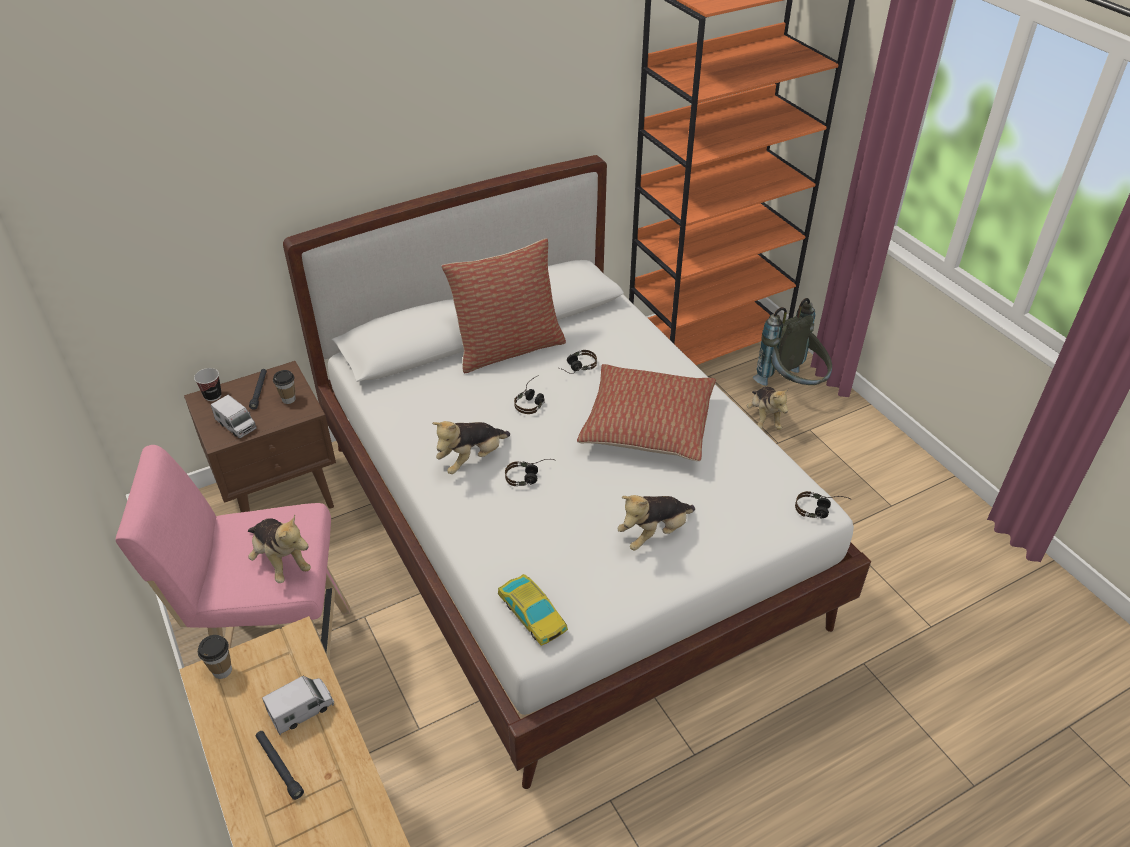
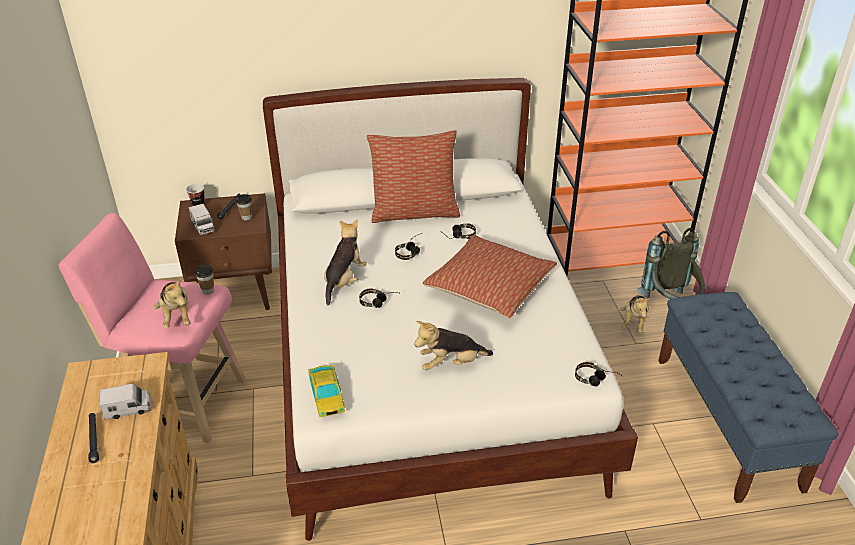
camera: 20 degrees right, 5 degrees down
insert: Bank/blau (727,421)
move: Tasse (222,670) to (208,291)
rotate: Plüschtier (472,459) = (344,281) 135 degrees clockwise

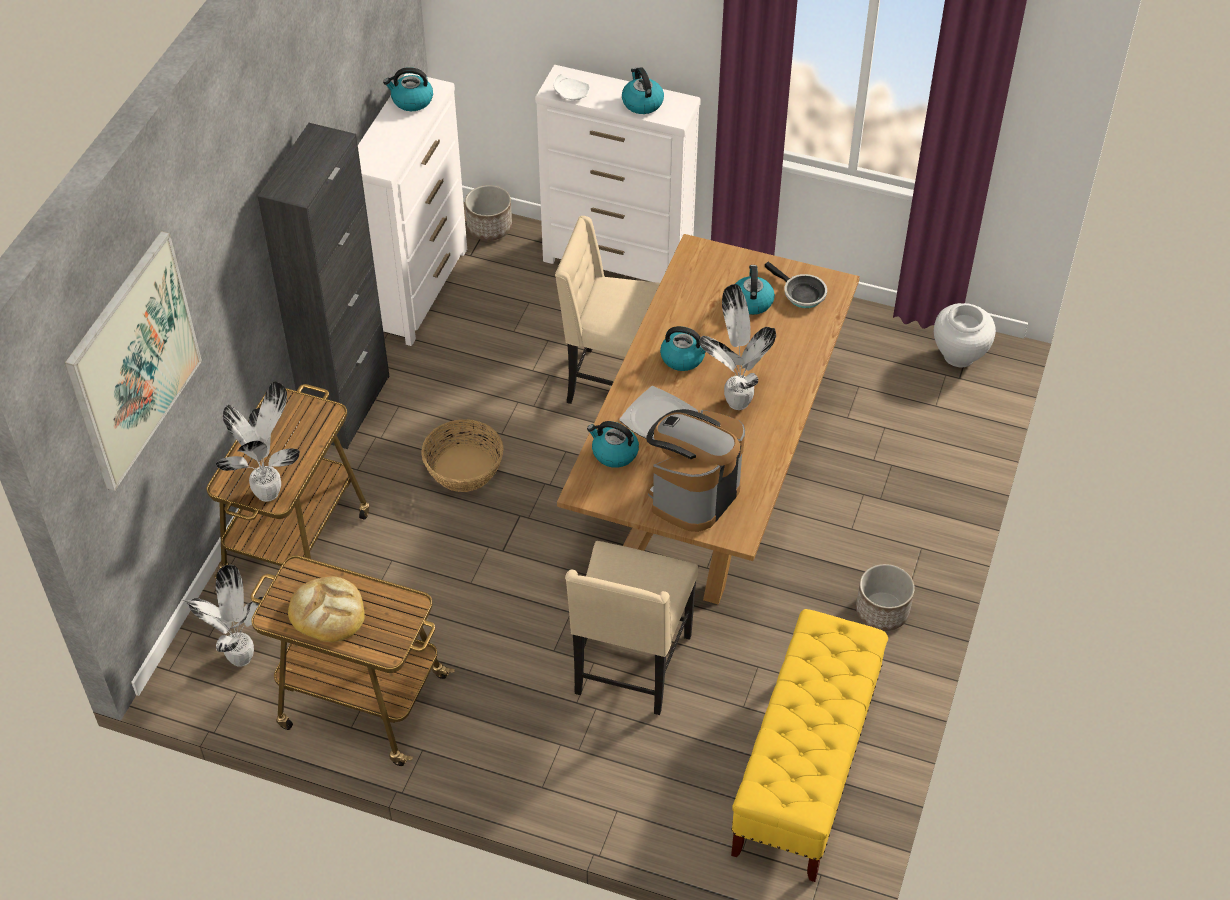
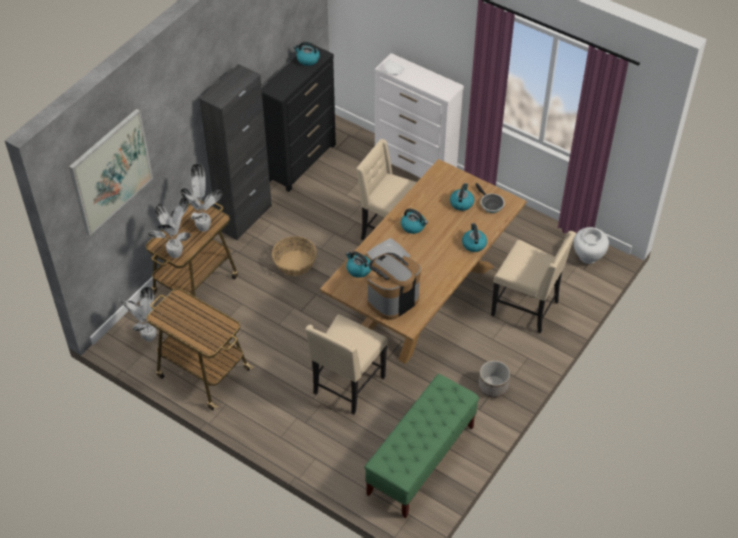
camera: 15 degrees right, 0 degrees up
delete: Brot (327,612); Pflanzkübel (489,228)
insert: Stuhl/beige (527,308)
move: Wasserkessel (642,103) to (473,244); Topfpflanze (737,400) to (203,226)
recolor: Kommode/weiß (418,289) to Kommode/schwarz (302,162); Bank/gelb (804,771) to Bank/grün (420,461)

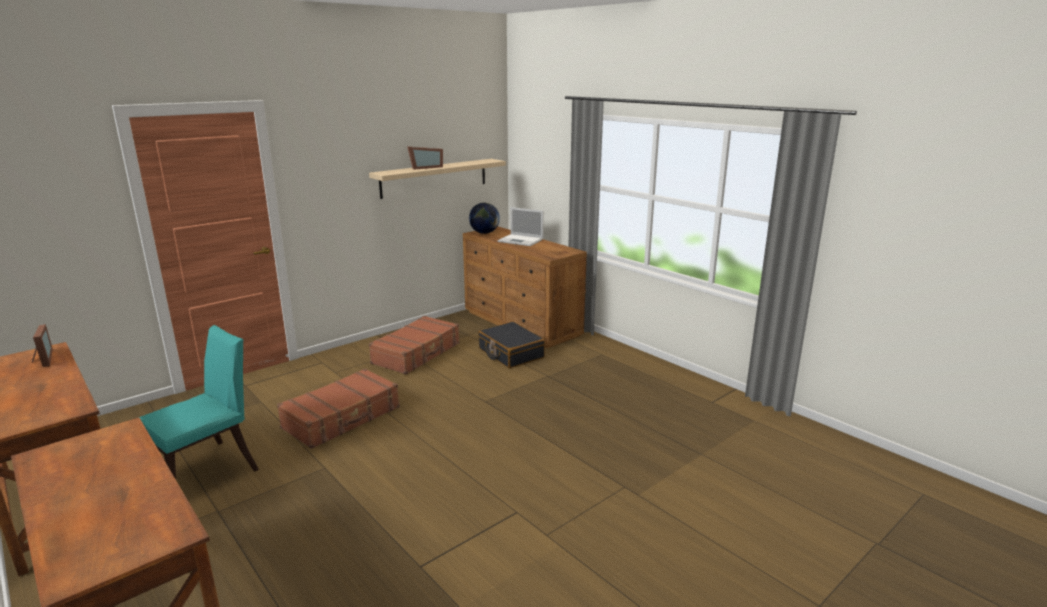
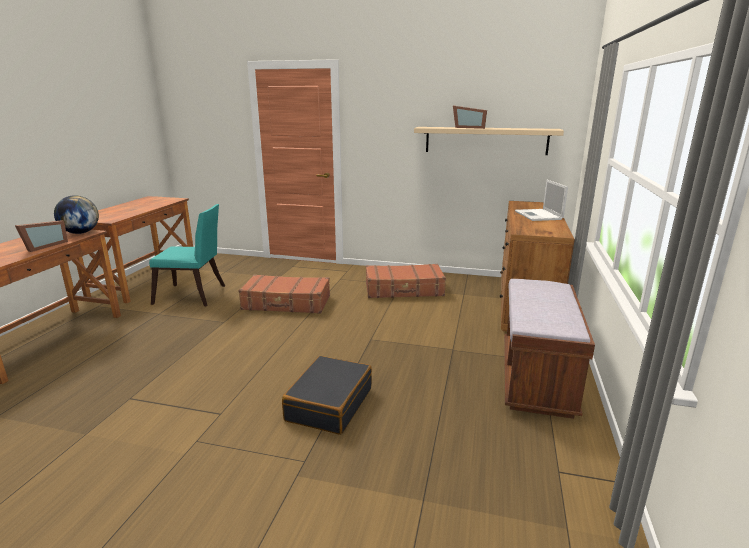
camera: 55 degrees right, 0 degrees up
insert: Bank/braun (536,378)
move: Bilderrahmen (41,359) to (43,246); Globus (484,233) to (80,233); Koffer/schwarz (510,353) to (329,404)

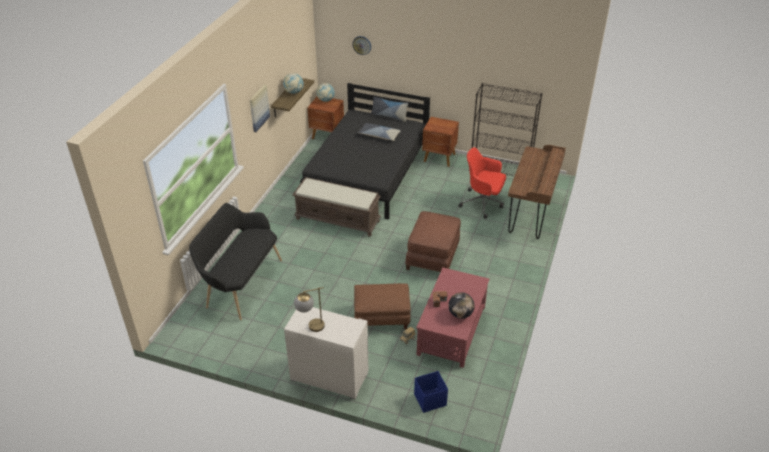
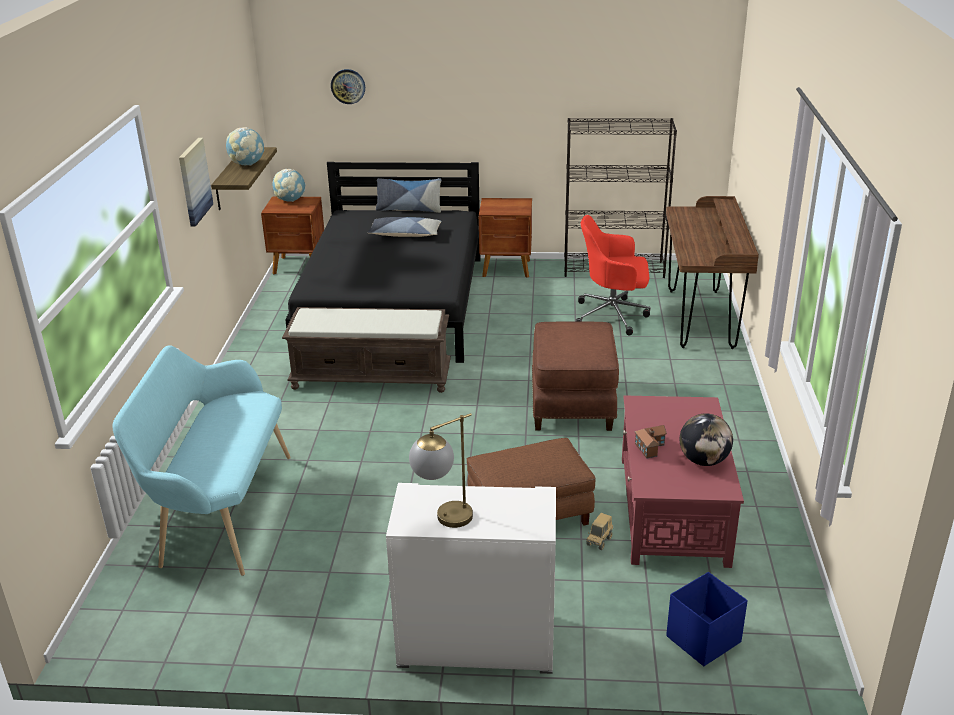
camera: 15 degrees left, 10 degrees down
recolor: Bank/schwarz (240,283) to Bank/türkis (219,511)

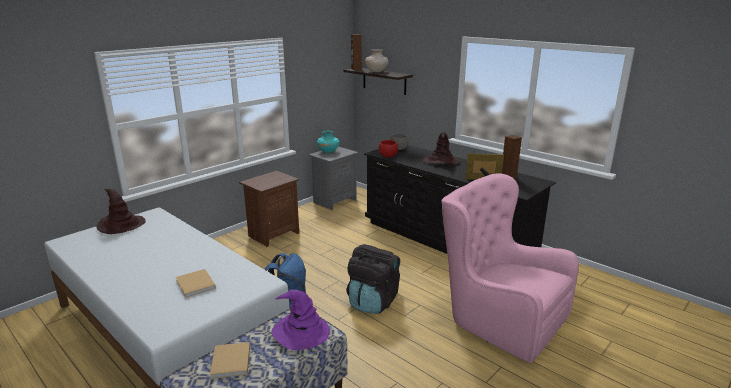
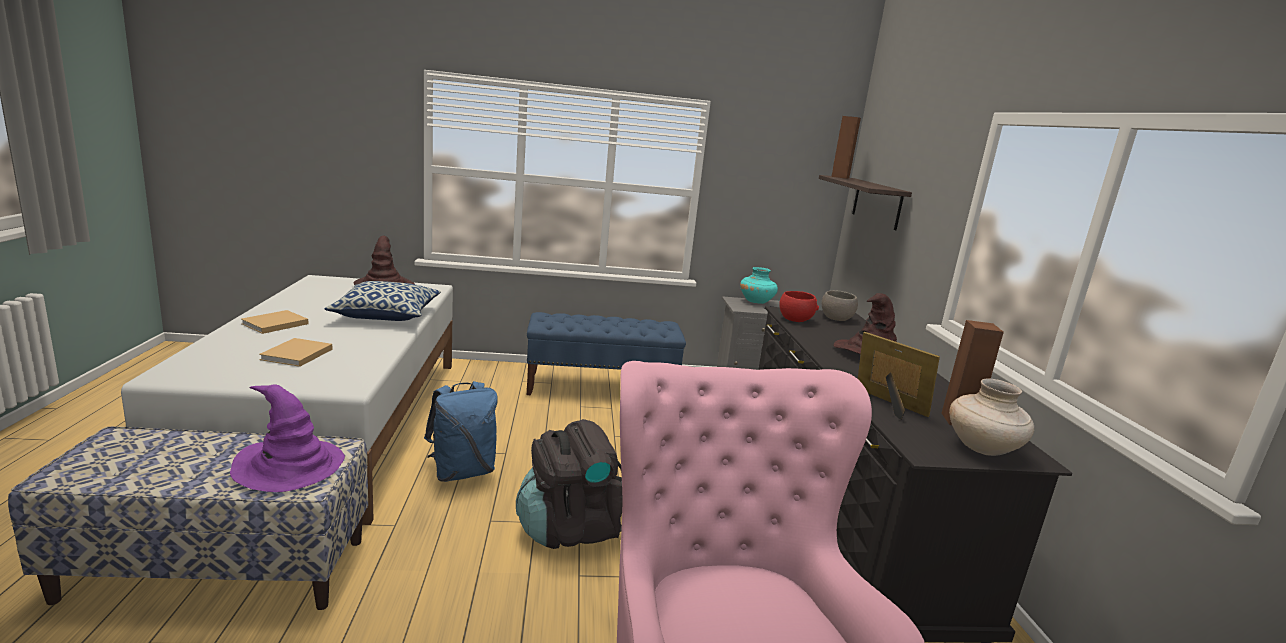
camera: 40 degrees right, 5 degrees down
insert: Kissen (387,315)
move: Buch/beige (230,362) to (273,324); Vase/beige (376,71) to (982,448)
replace: Nachttisch/braun (273,234) to Bank/blau (601,388)

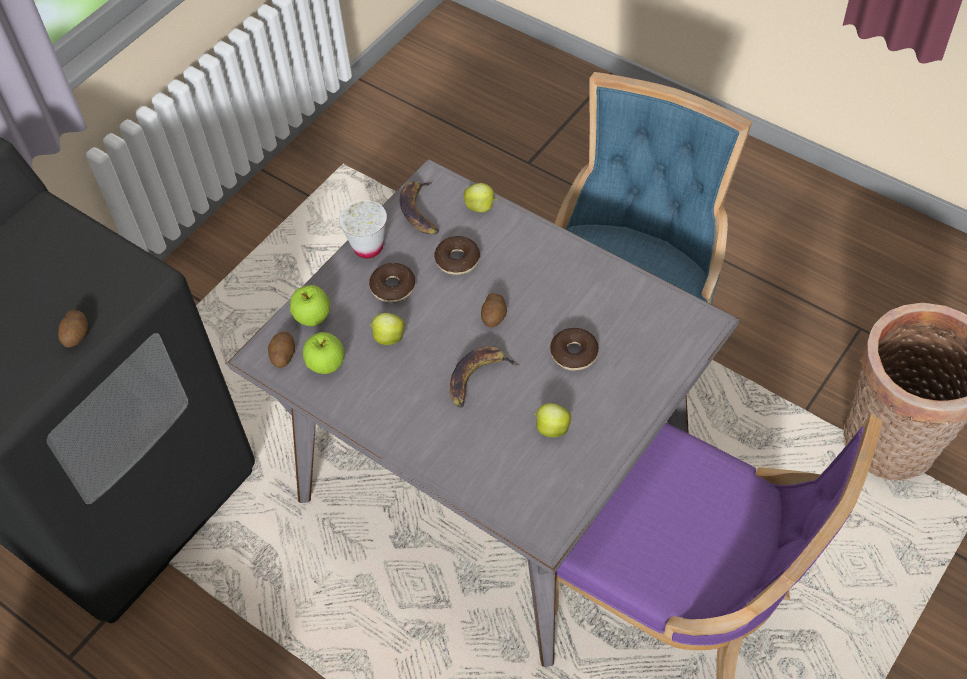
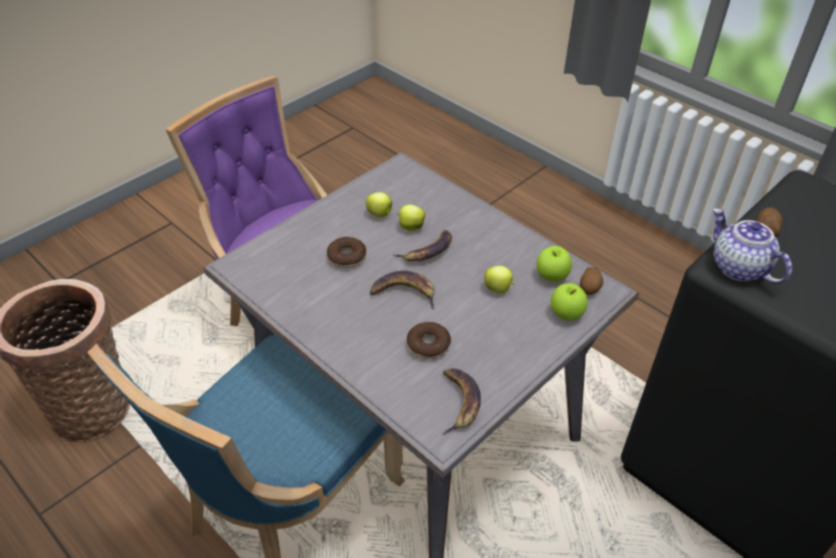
camera: 175 degrees left, 10 degrees down
delete: Tasse/weiß (368,247); Donut (393,287)
insert: Teekanne (737,267)
move: Apfel (481,207) to (410,227)
replace: Kartoffel (494,317) to Banane (404,292)

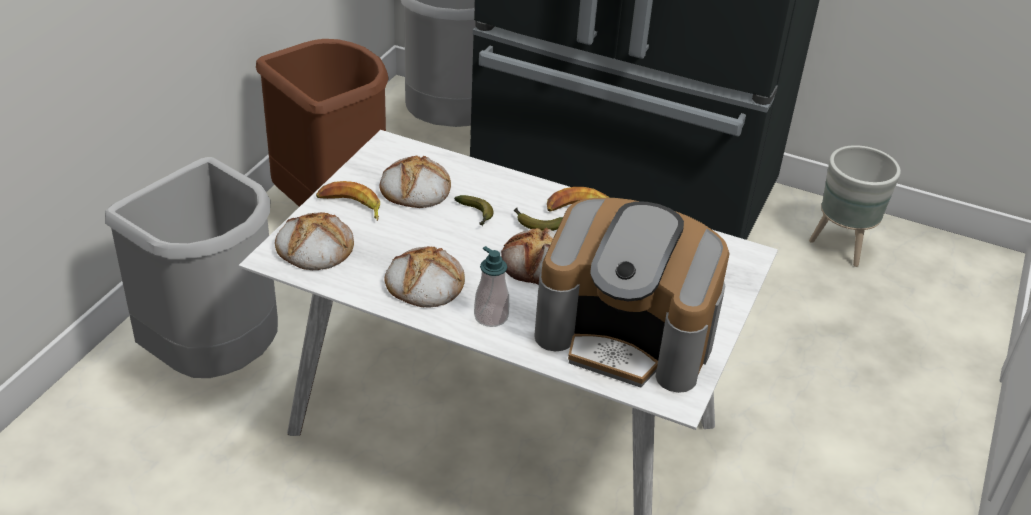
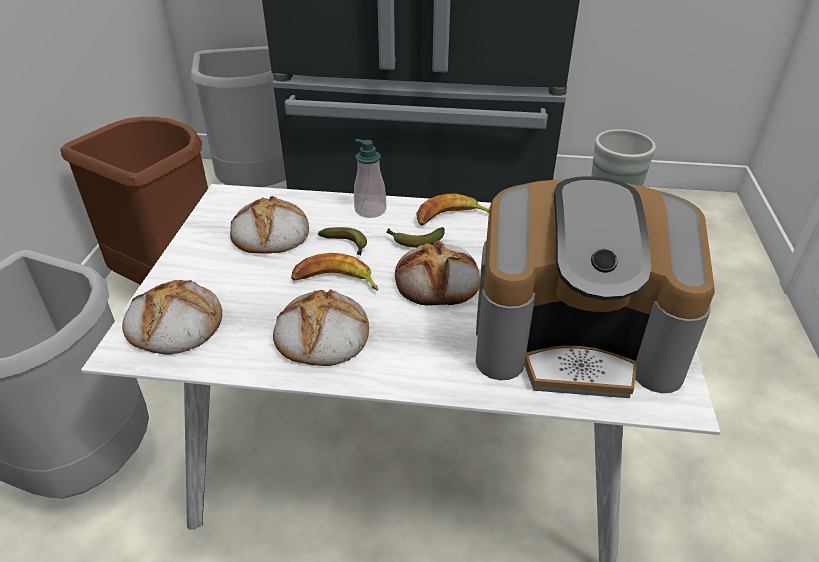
camera: 15 degrees left, 0 degrees up
move: Banane (350,206) to (335,281); Seifenspender (491,316) to (370,210)

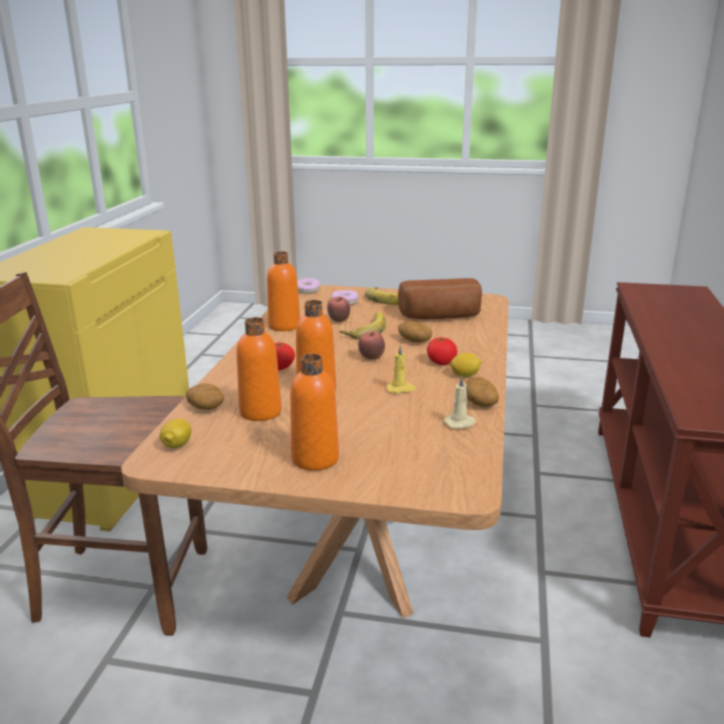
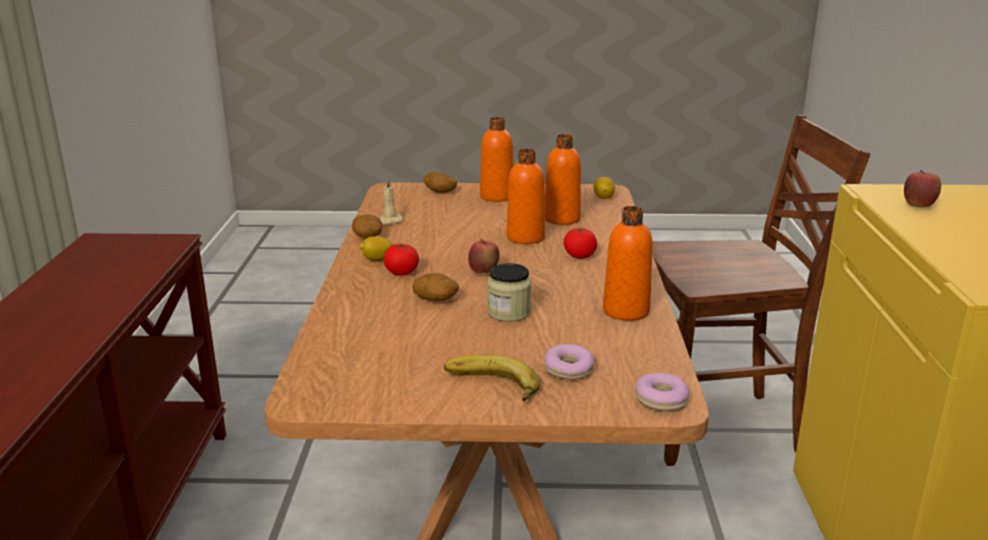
camera: 170 degrees right, 0 degrees up
delete: Kerze/gelb (401,389); Brot (441,317)
move: Kartoffel (207,407) to (439,191); Apfel (339,321) to (918,206)
replace: Banane (364,329) to Vorratsglas (509,312)

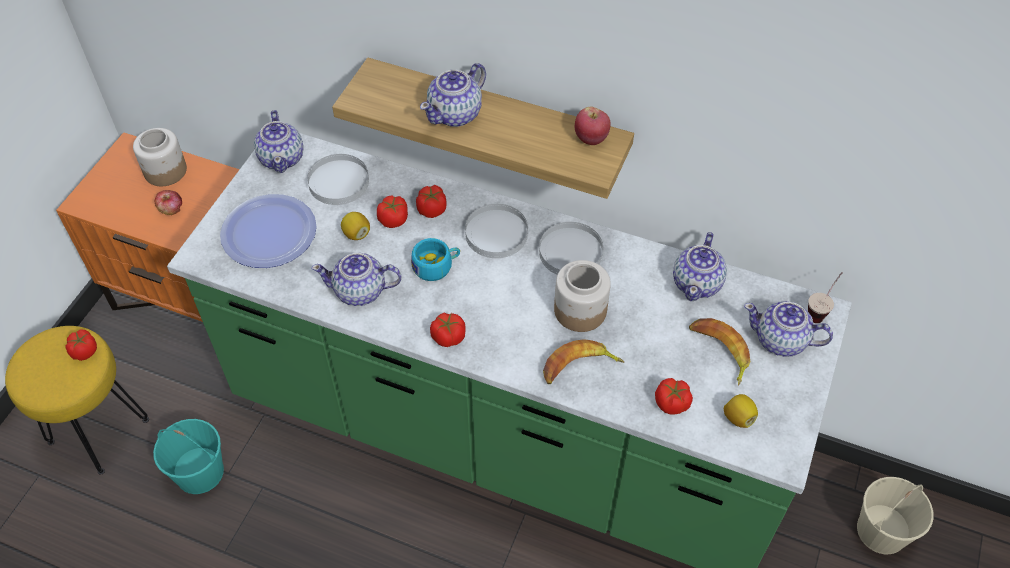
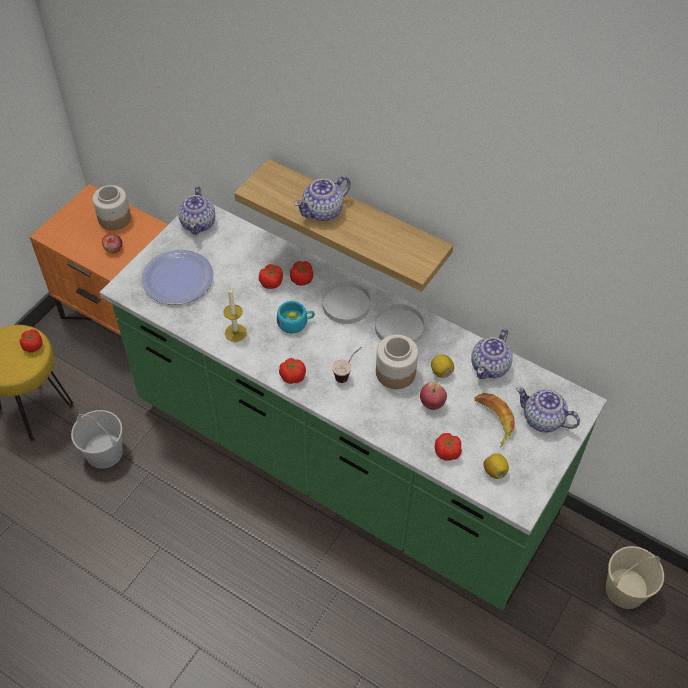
camera: 10 degrees right, 0 degrees up
delete: Teller/weiß (338,182); Banane (579,367)
move: Zitrone (356,234) to (441,372); Apfel (591,139) to (432,404); Tasse (820,310) to (347,374)
replace: Teekanne (360,291) to Kerze (235,333)
recolor: Eimer/türkis (200,472) to Eimer/weiß (105,452)

